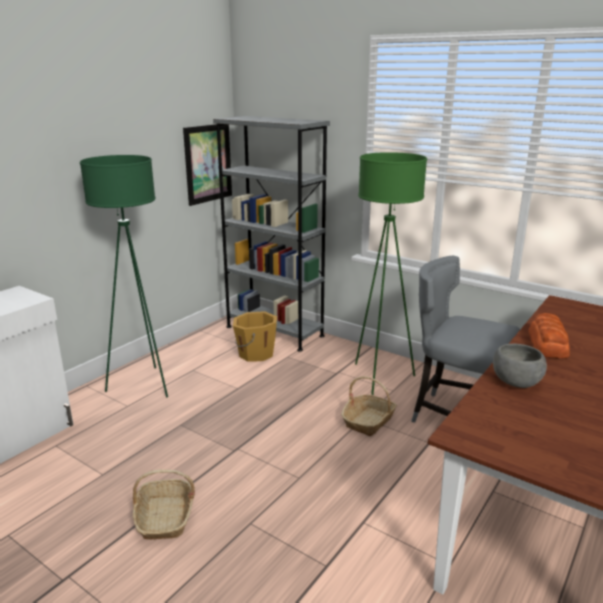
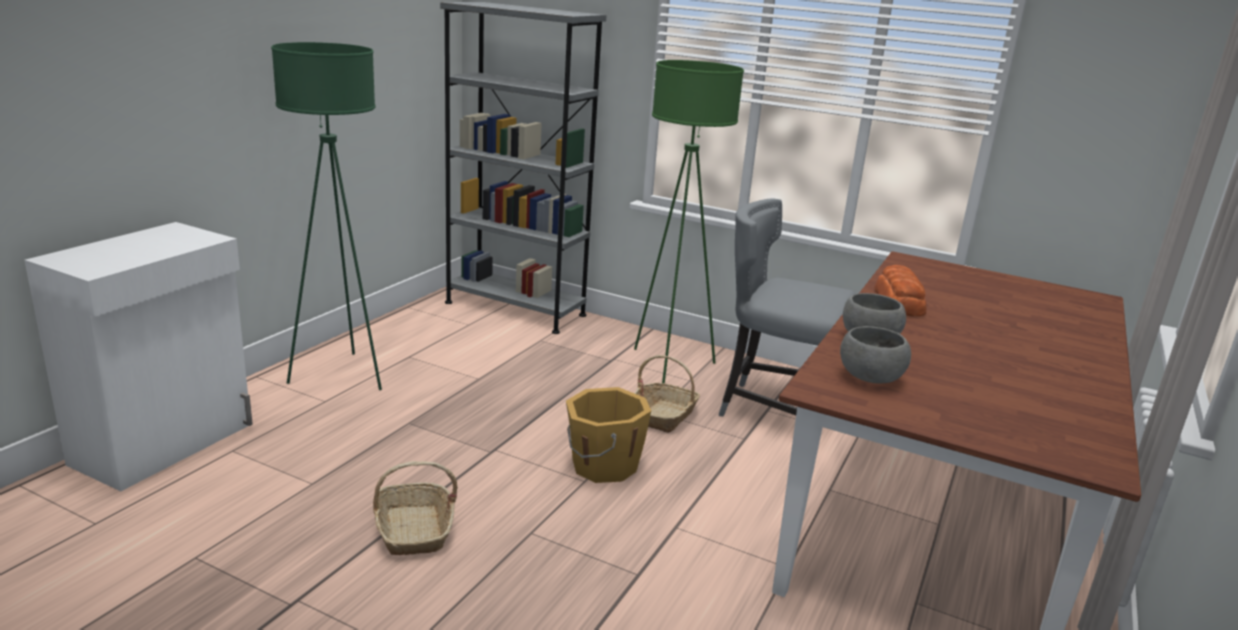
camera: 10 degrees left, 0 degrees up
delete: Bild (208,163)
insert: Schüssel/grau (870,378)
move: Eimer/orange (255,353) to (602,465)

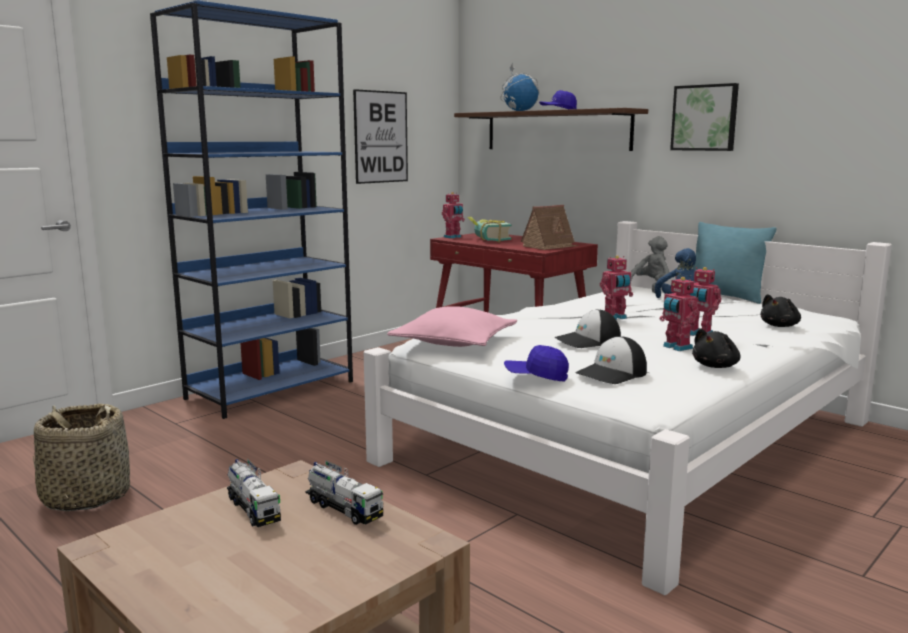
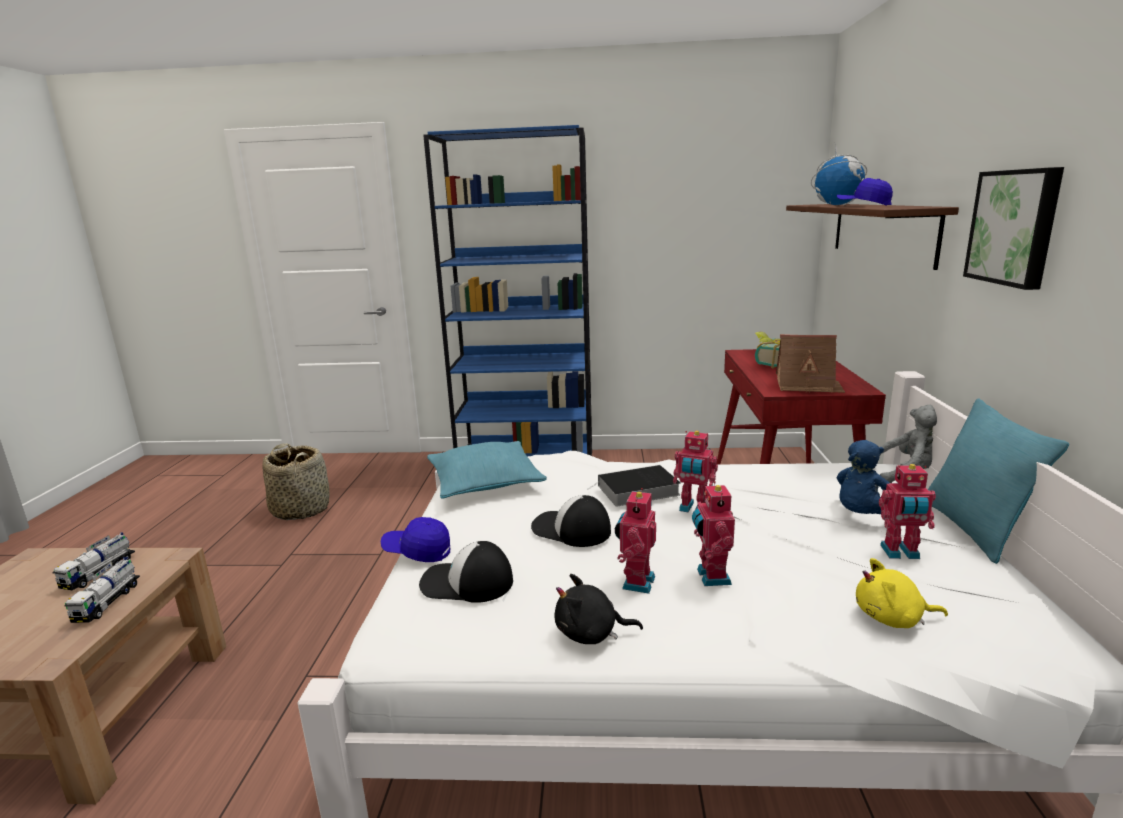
camera: 50 degrees right, 5 degrees up
delete: Bild (381,137)
insert: Buch (636,491)
move: Spielzeugroboter (453,237) to (900,553)
recolor: Kissen/rosa (454,342) to Kissen/türkis (485,482); Plüschtier/schwarz (780,326) to Plüschtier/gelb (892,618)
rotate: Kappe/blau (536,377) = (417,551) 45 degrees counterclockwise

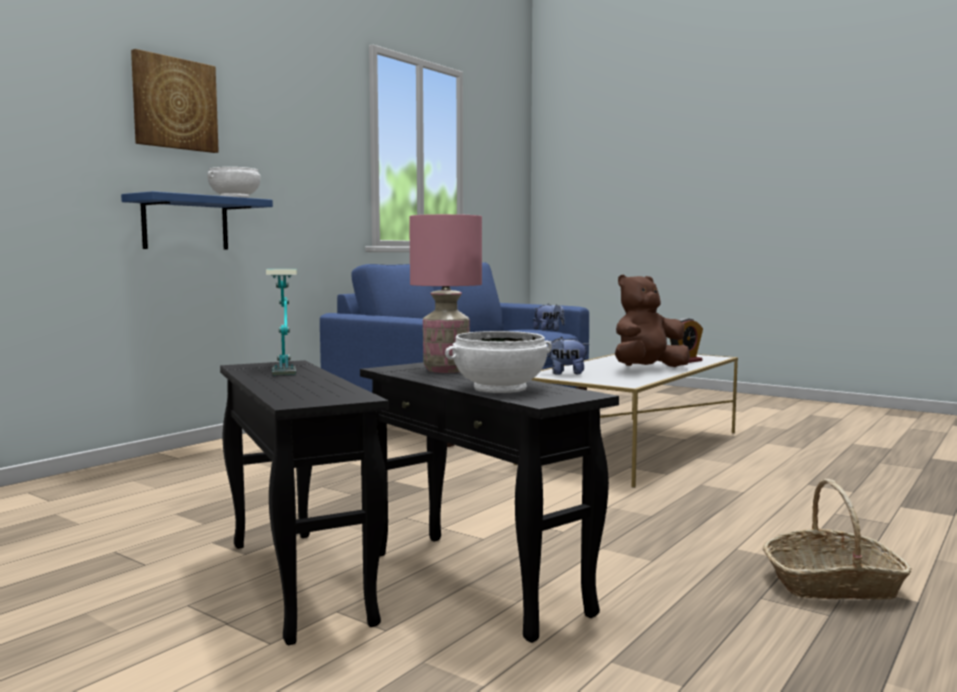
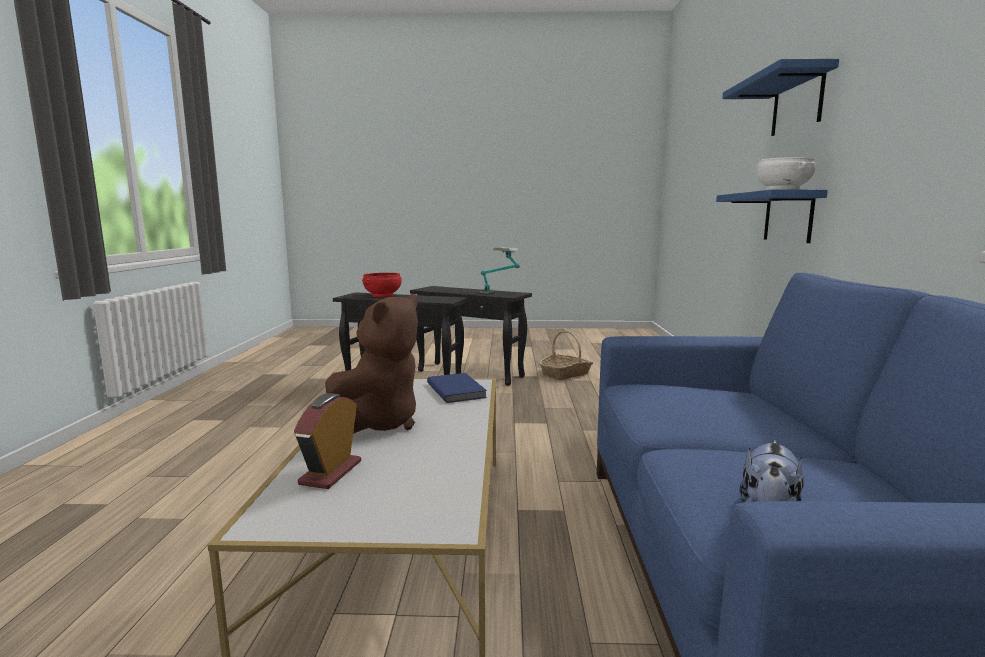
camera: 145 degrees right, 5 degrees up
delete: Tischlampe/rosa (447,370)
move: Korb (832,584) to (565,373)
replace: Bild (174,104) to Wandregal/blau (797,103); Plüschtier (564,373) to Buch/blau (457,390)
recolor: Schüssel/weiß (499,388) to Schüssel/rot (383,295)

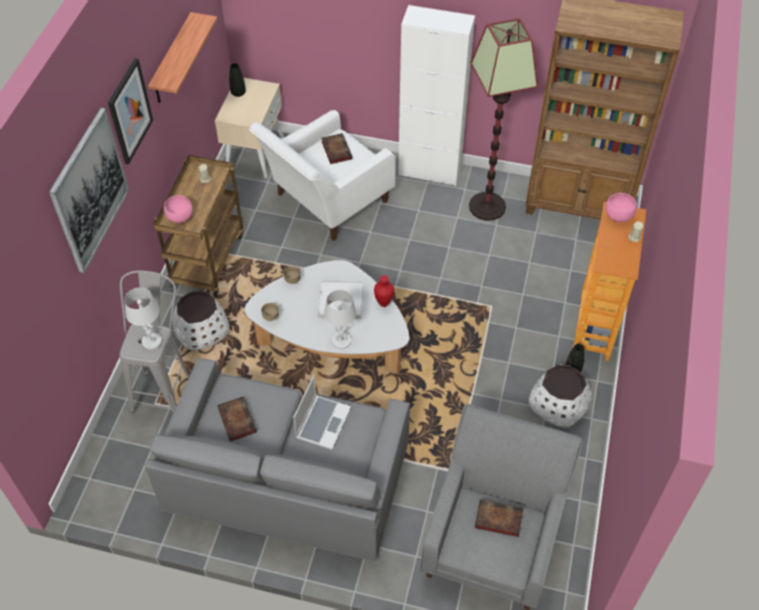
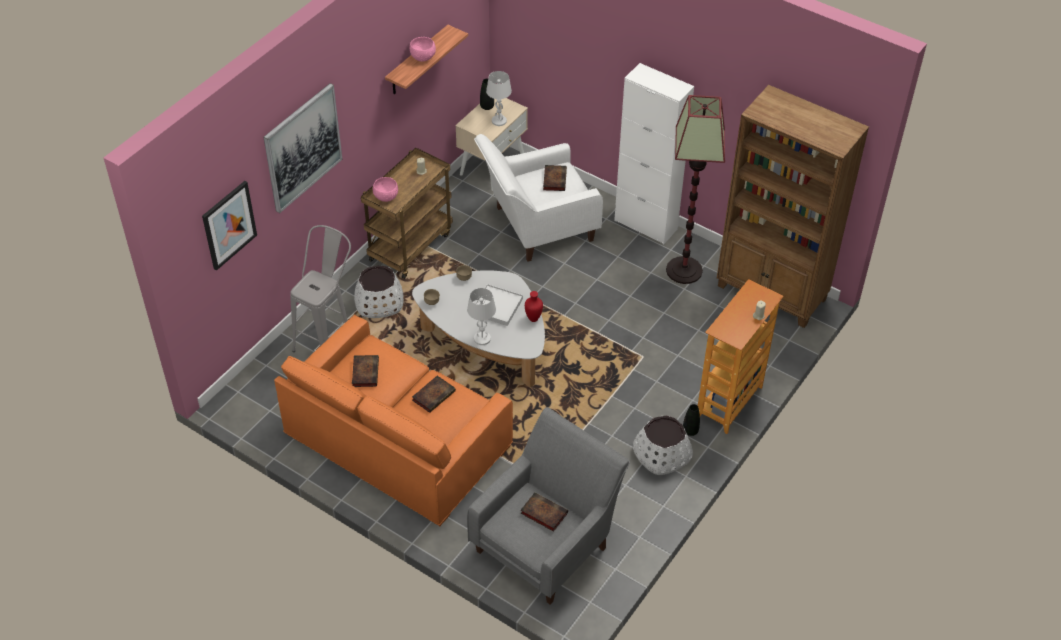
camera: 20 degrees right, 5 degrees down
move: Bild (129,111) to (229,225); Tischlampe/weiß (152,341) to (499,121); Schüssel/rosa (618,216) to (423,57)
replace: Laptop (322,422) to Buch (434,395)
recolor: Sofa/grau (287,477) to Sofa/orange (397,440)

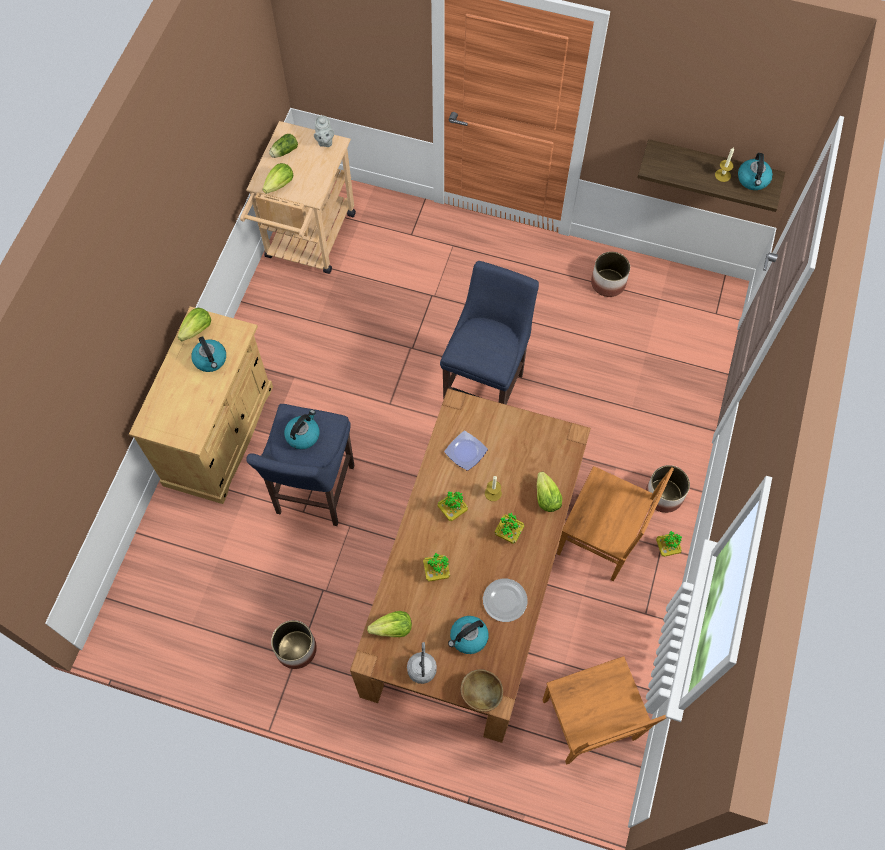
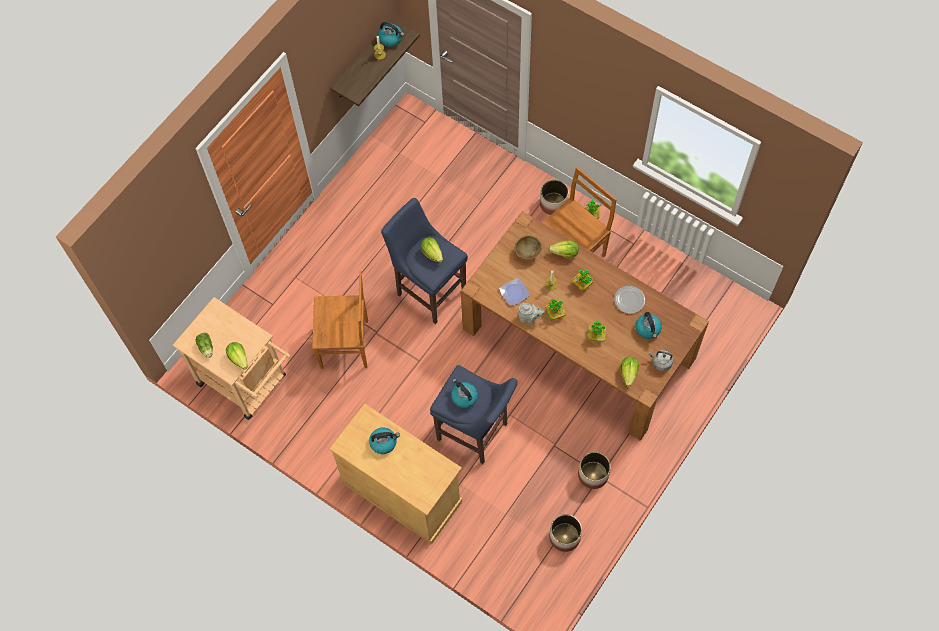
camera: 70 degrees left, 0 degrees up
move: Salatkopf (197,330) to (432,253); Teekanne/grau (325,141) to (529,317); Schüssel/braun (481,693) to (527,253); Stuhl/braun (589,722) to (346,344); Pflanzkübel (608,283) to (565,536)

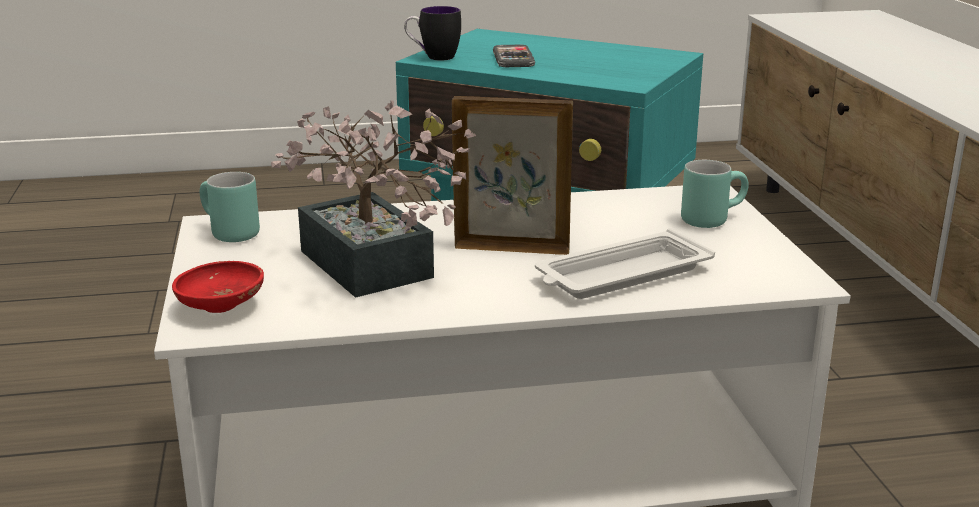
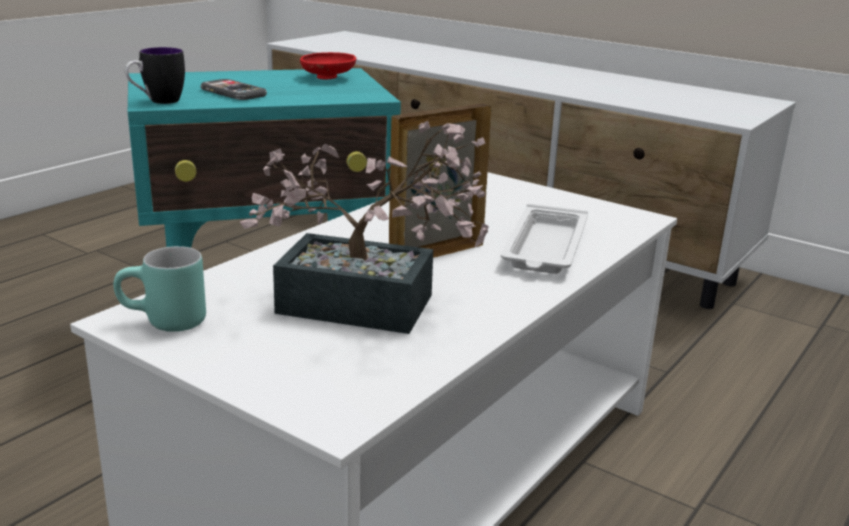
camera: 45 degrees left, 0 degrees up
delete: Henkelbecher/türkis (711,219)
move: Schüssel/rot (221,308) to (328,78)

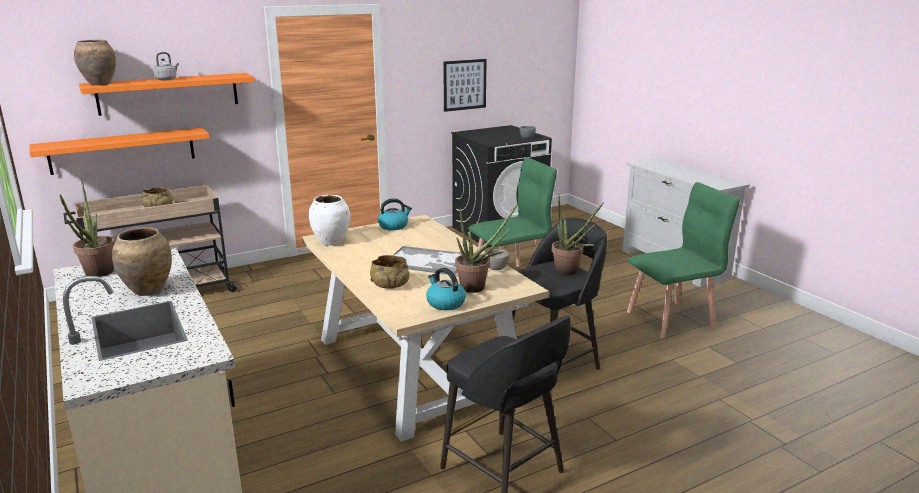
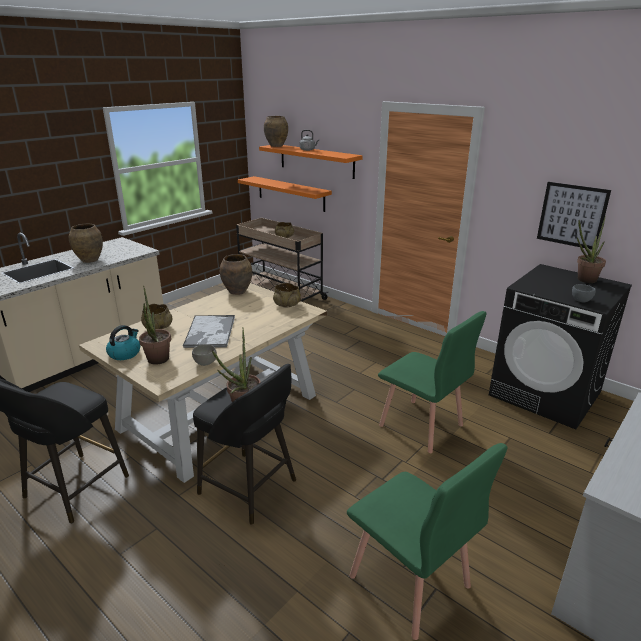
camera: 70 degrees right, 5 degrees up
move: Topfpflanze (97,274) to (583,280)
replace: Wasserkessel (394,226) to Schüssel/beige (287,304)
recolor: Vase/weiß (331,242) to Vase/braun (237,292)

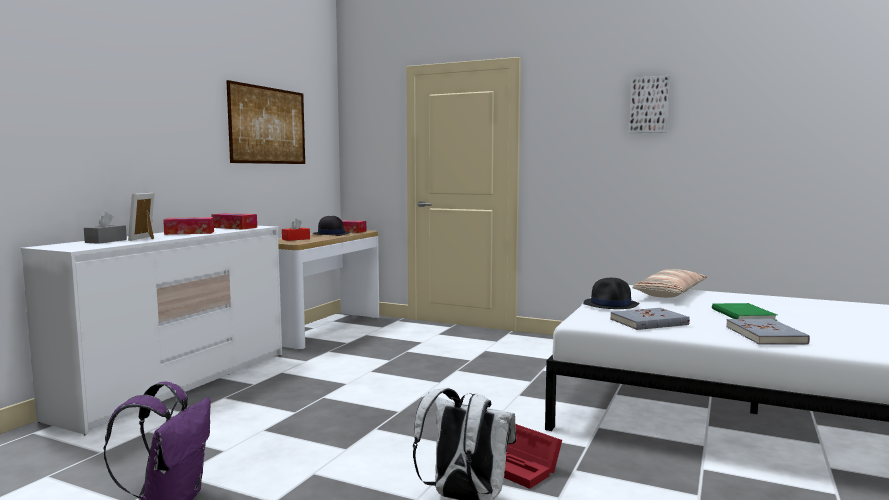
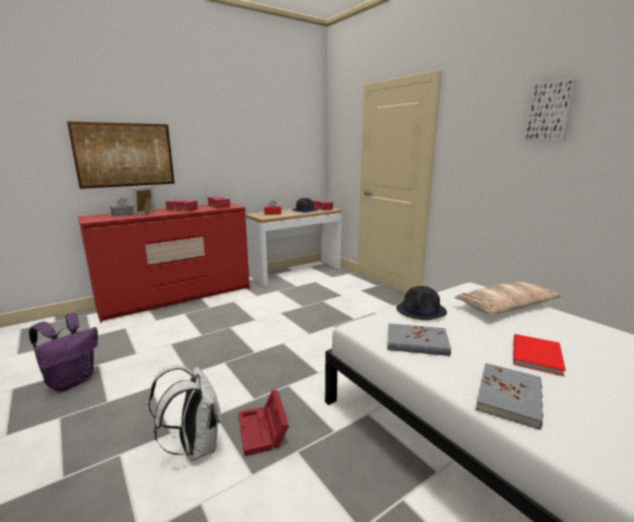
camera: 30 degrees right, 10 degrees up
move: Bild (268,125) to (125,155)
recolor: Kommode/weiß (179,383) to Kommode/rot (178,298); Buch/grün (744,314) to Buch/rot (538,356)

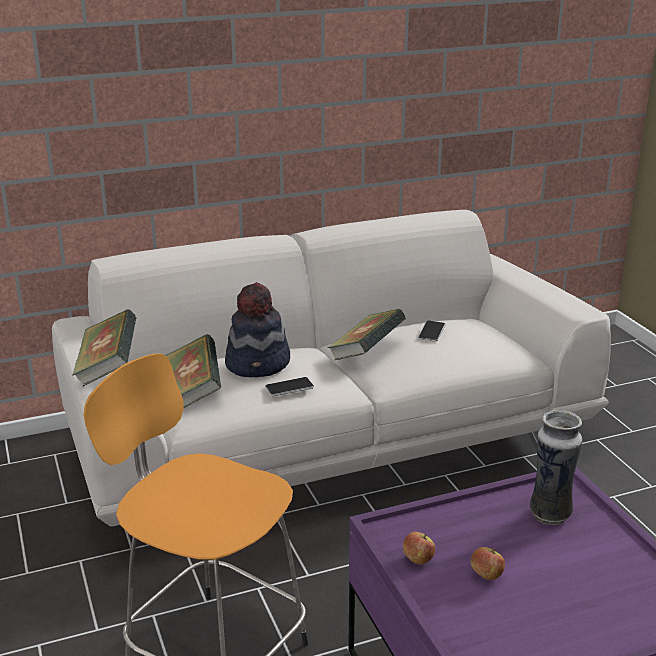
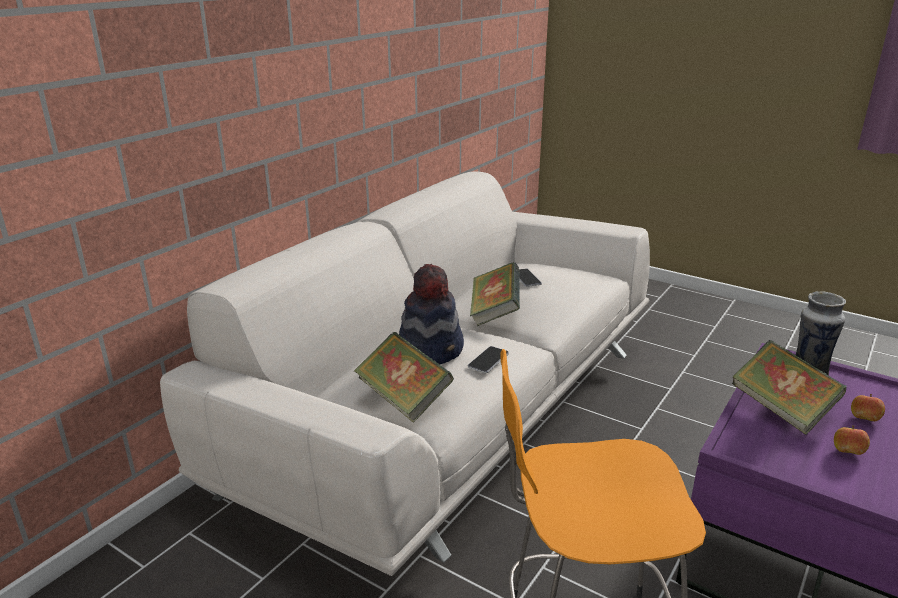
camera: 35 degrees left, 0 degrees up
move: Buch (108,369) to (781,409); Apfel (418,560) to (864,419)

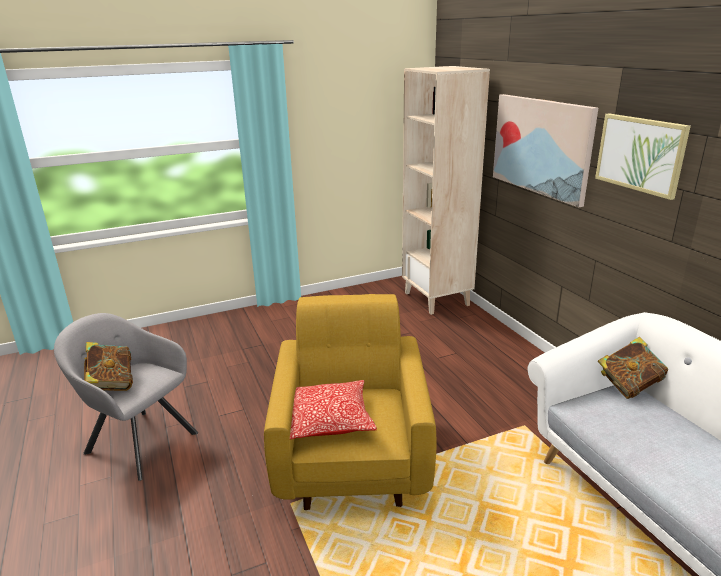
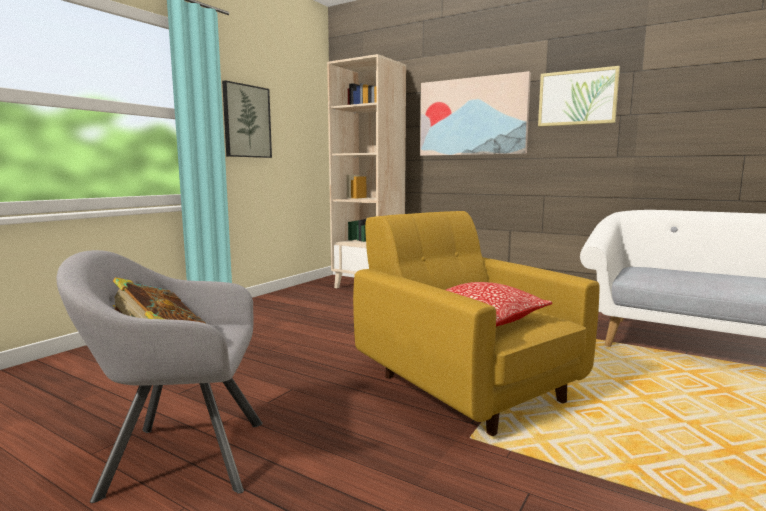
camera: 35 degrees left, 15 degrees down
delete: Buch (628,386)
insert: Bild (246,121)

